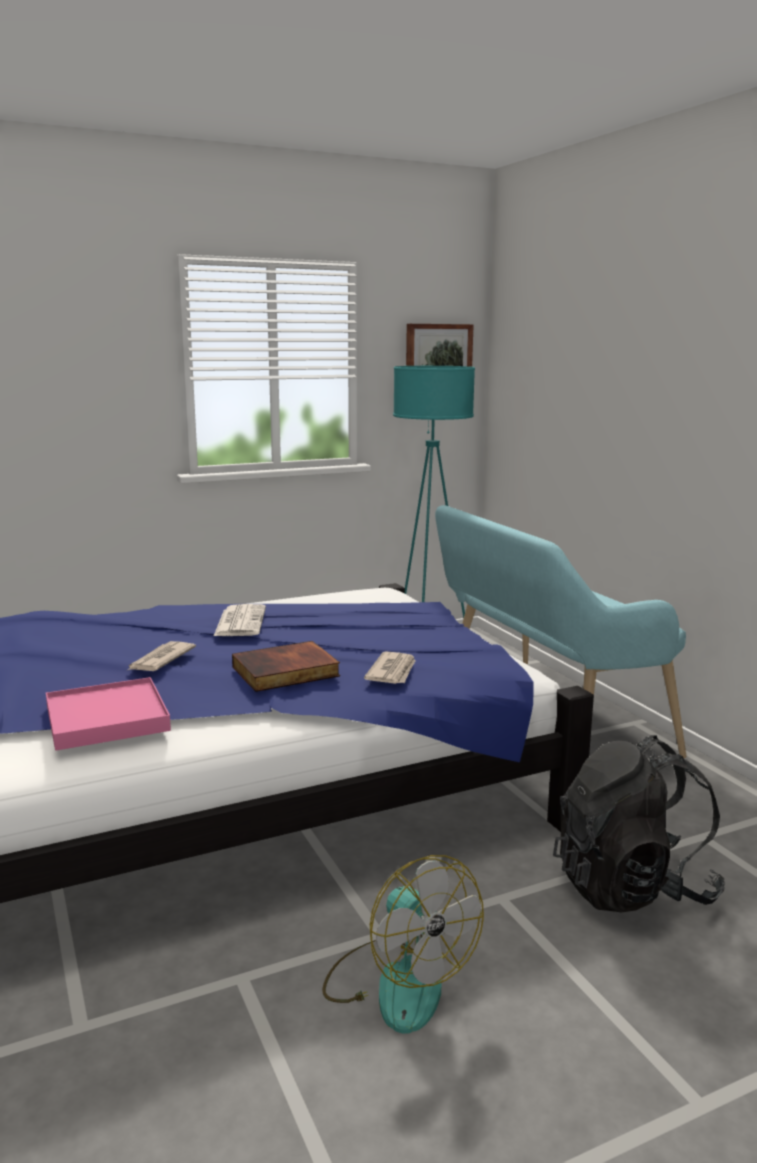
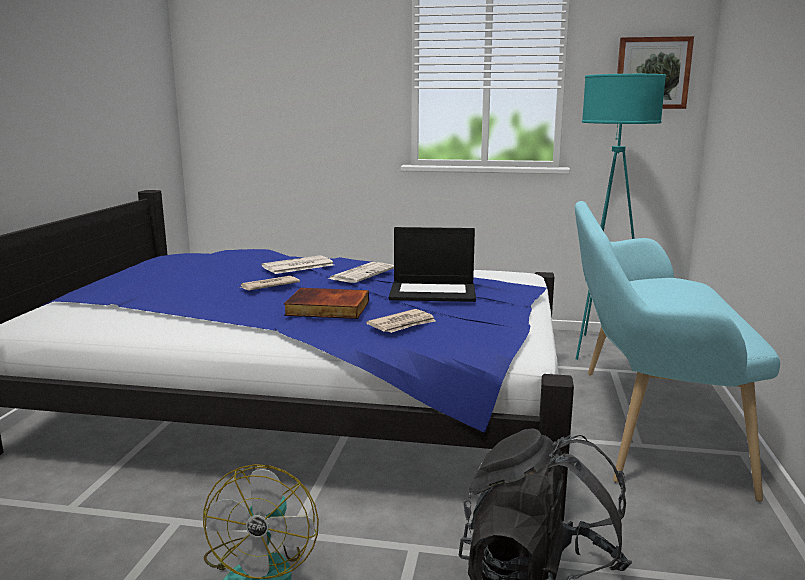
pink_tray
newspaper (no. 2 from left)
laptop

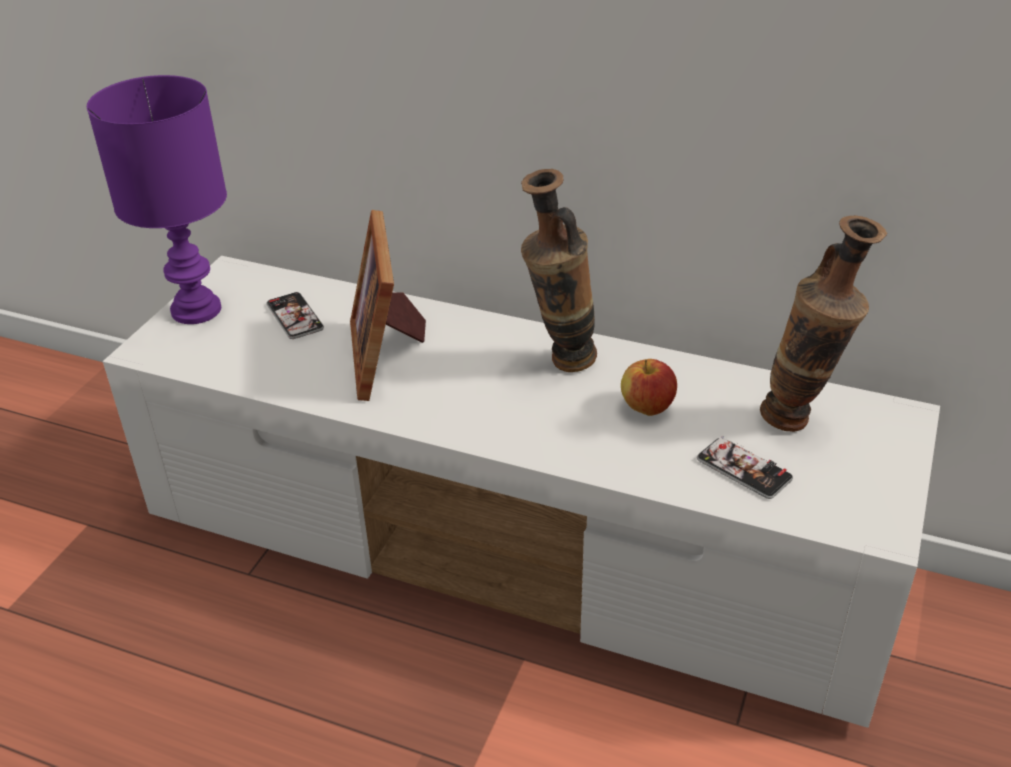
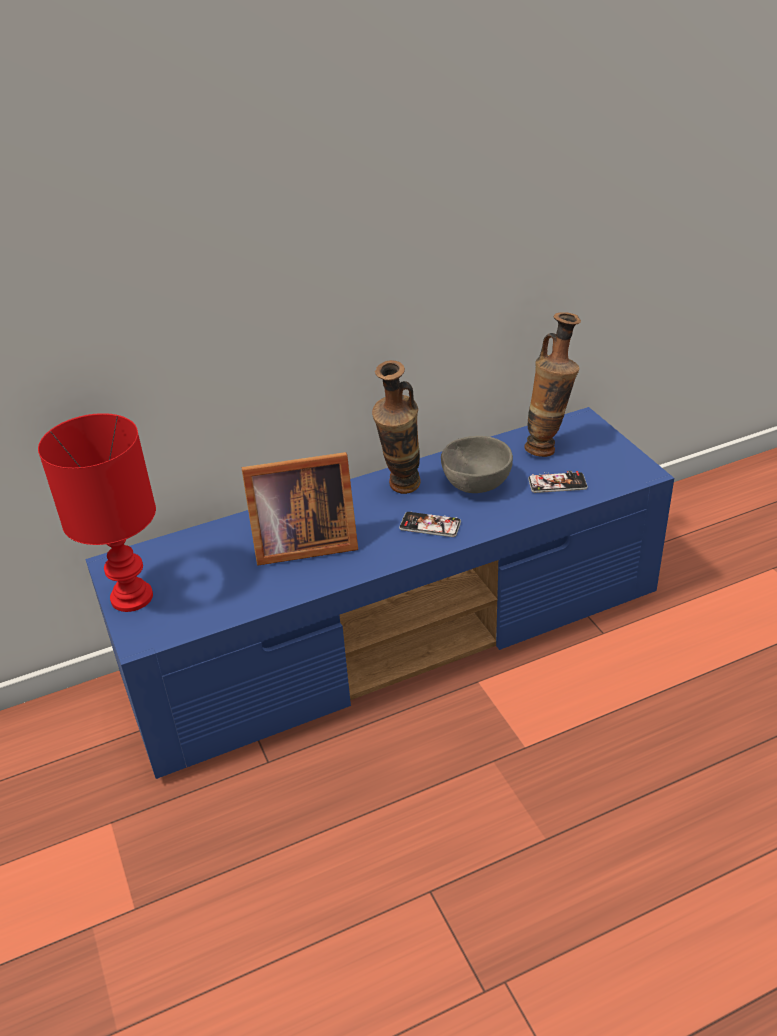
phone (no. 1 from left)
grey_bowl
red_table_lamp
blue_tv_stand
picture_frame

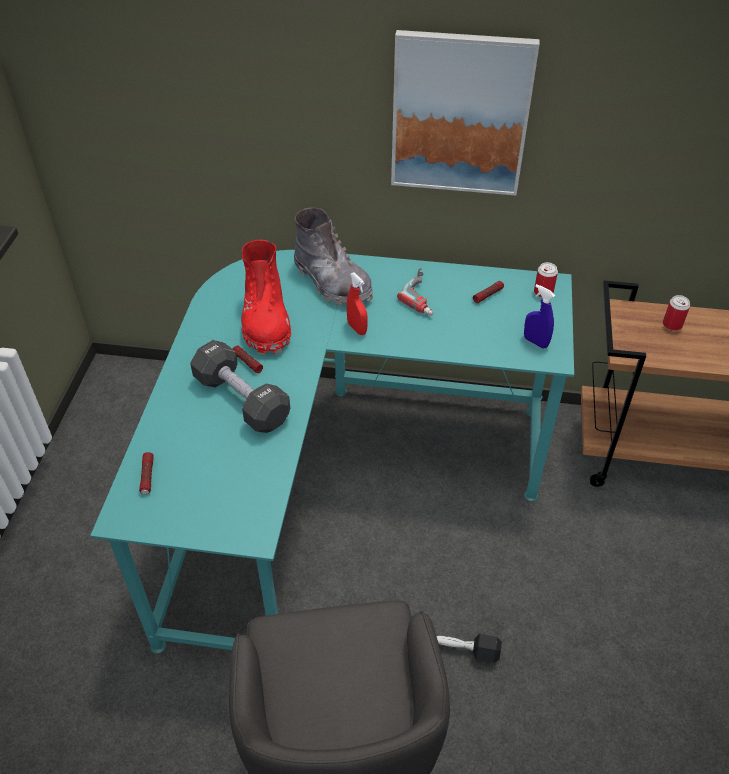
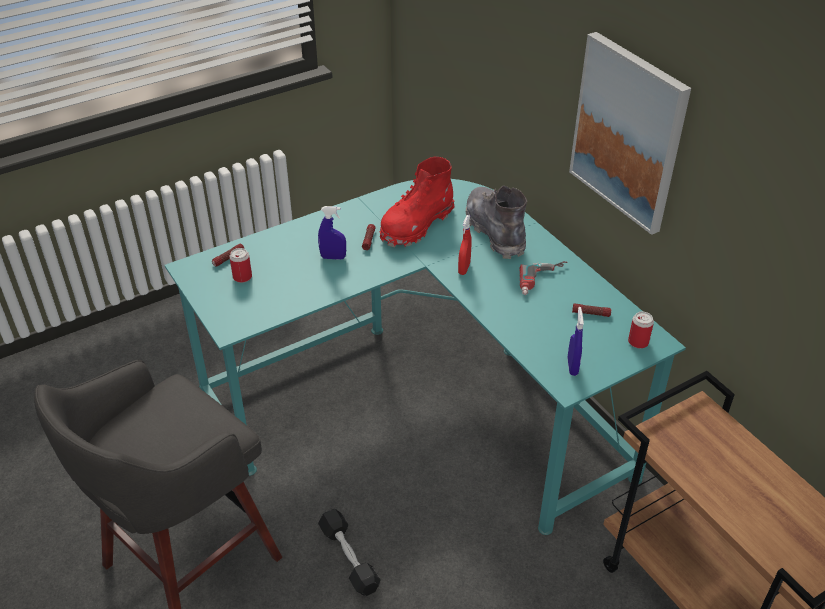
can (no. 1 from left)
blue_spray_bottle (no. 1 from left)
grey_boot

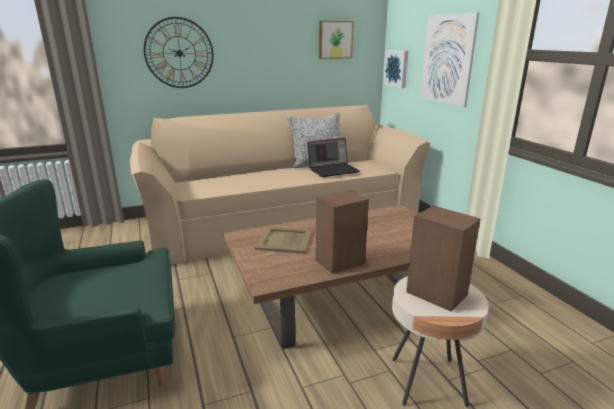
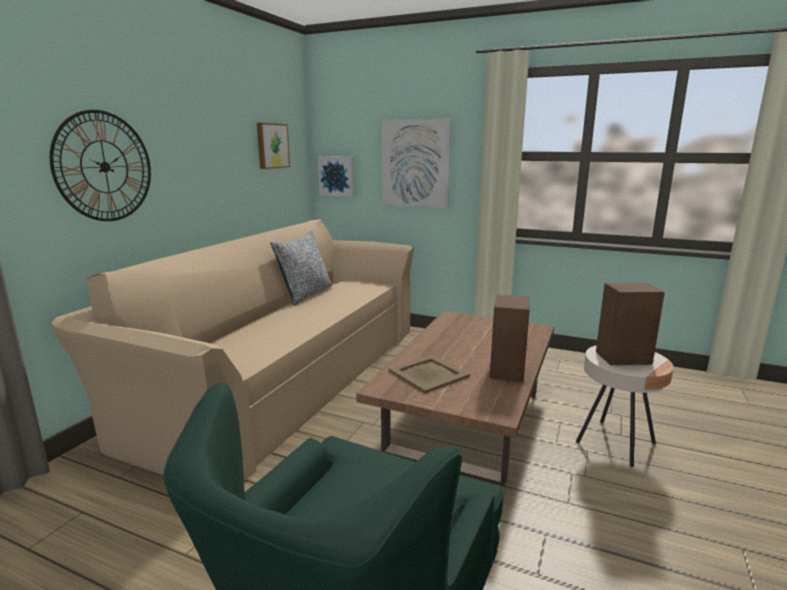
laptop

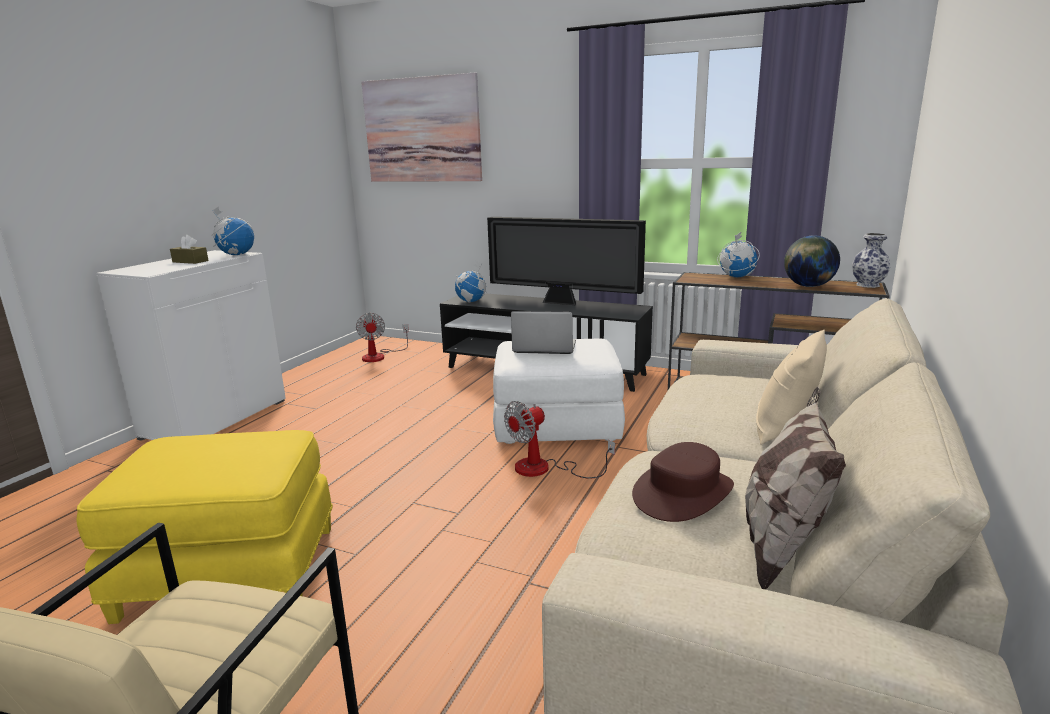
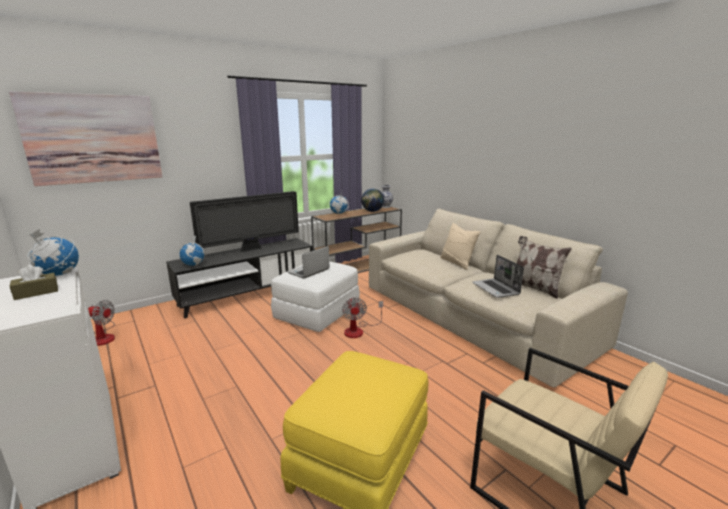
laptop (no. 2 from left)

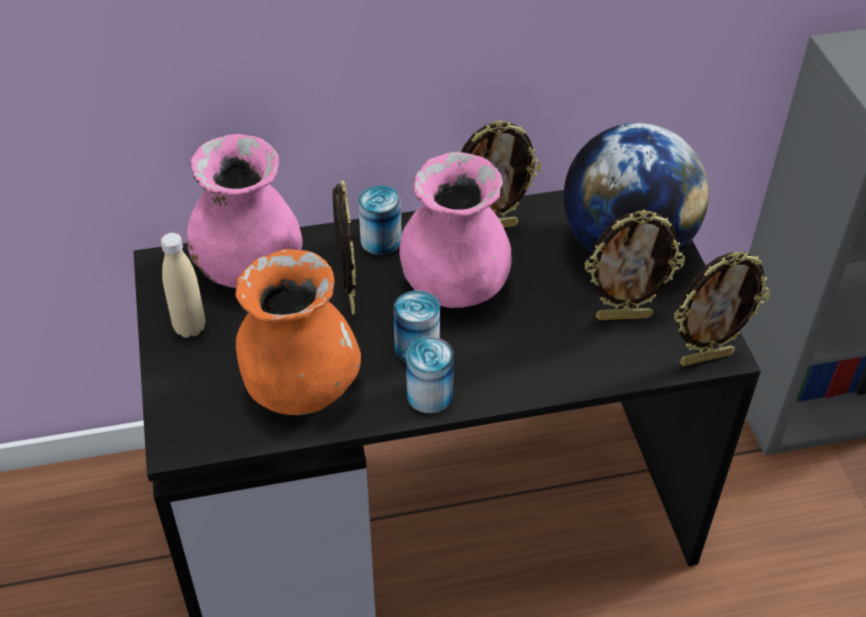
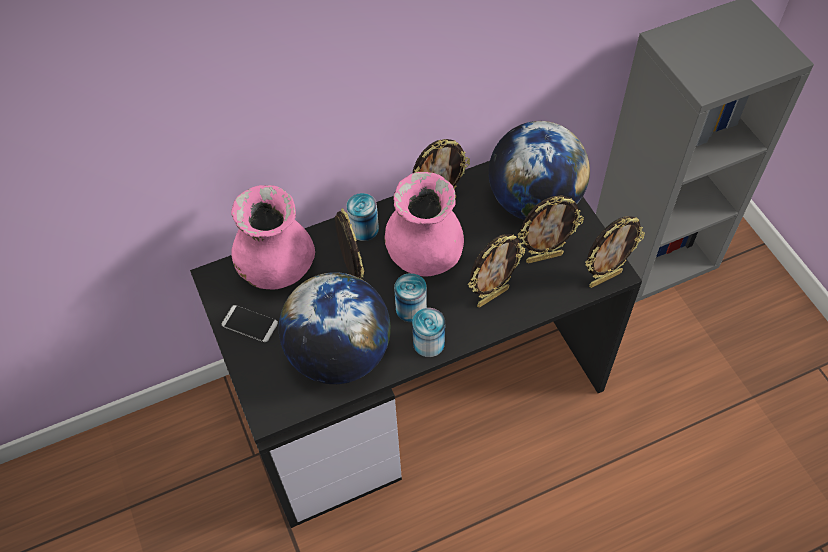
picture_frame (no. 3 from left)
phone
globe (no. 1 from left)

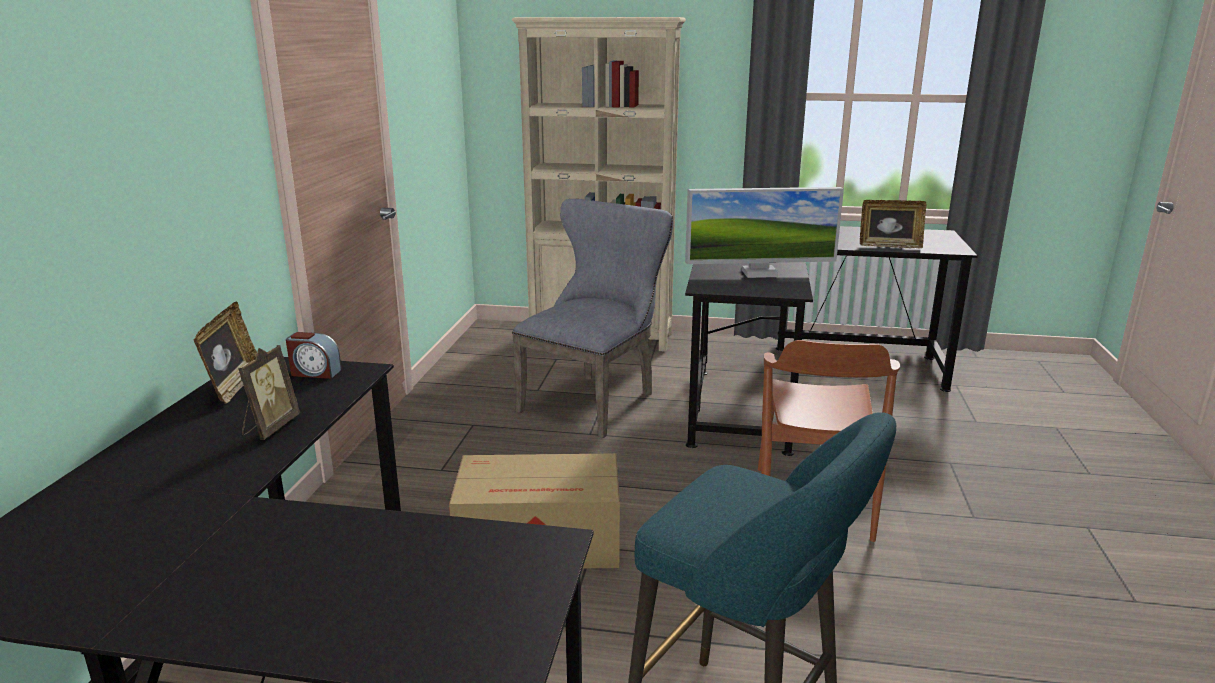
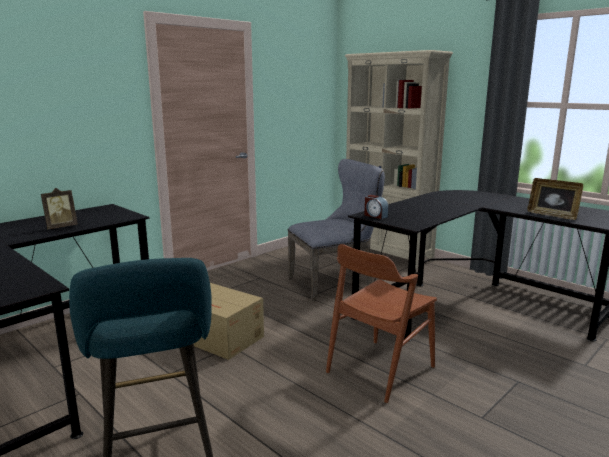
picture_frame (no. 1 from left in the first image)
monitor
alarm_clock

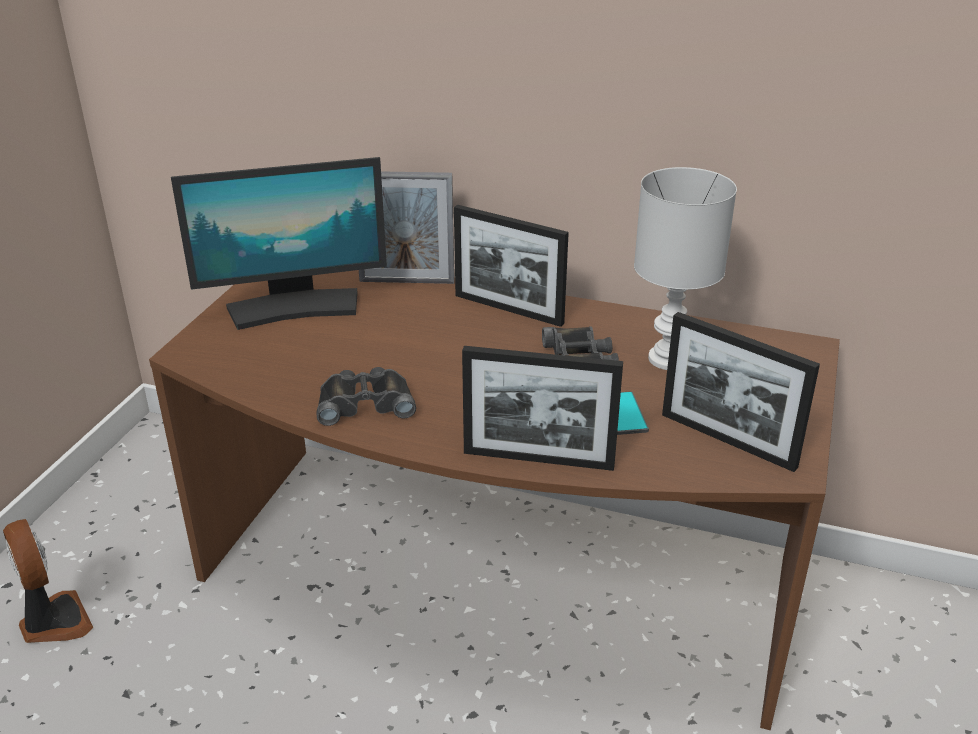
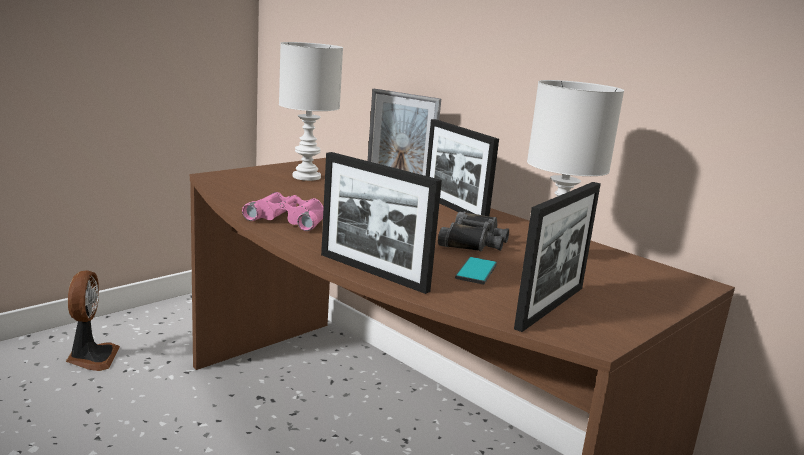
white_table_lamp (no. 1 from left)
pink_binoculars
picture_frame (no. 4 from left)

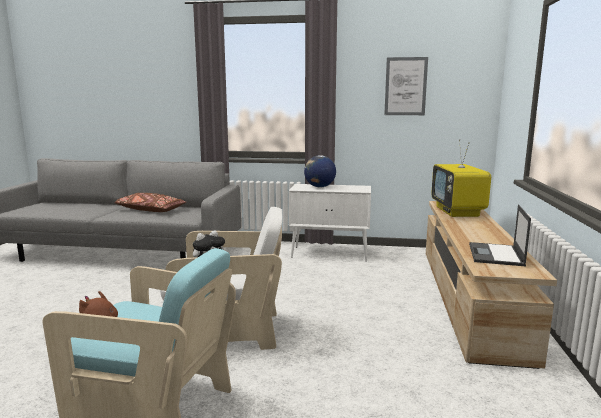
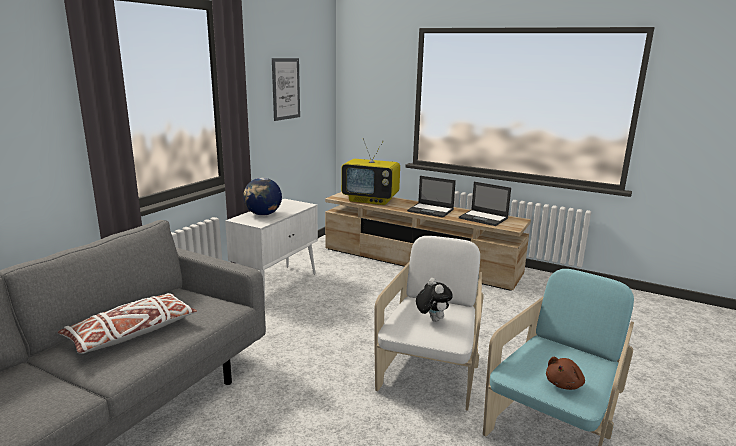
laptop (no. 1 from left)
white_pillow

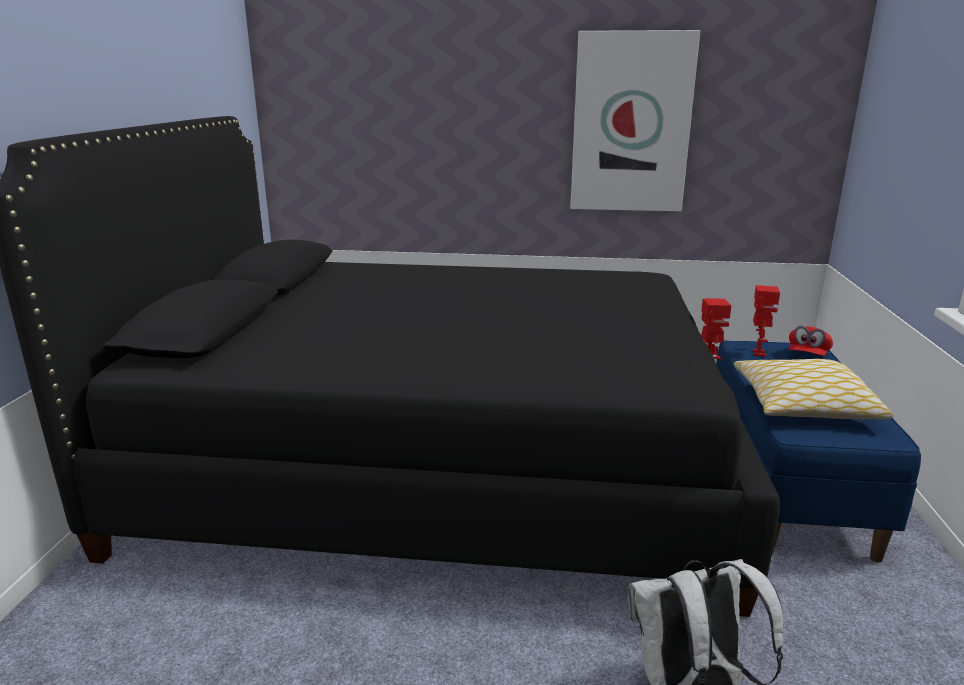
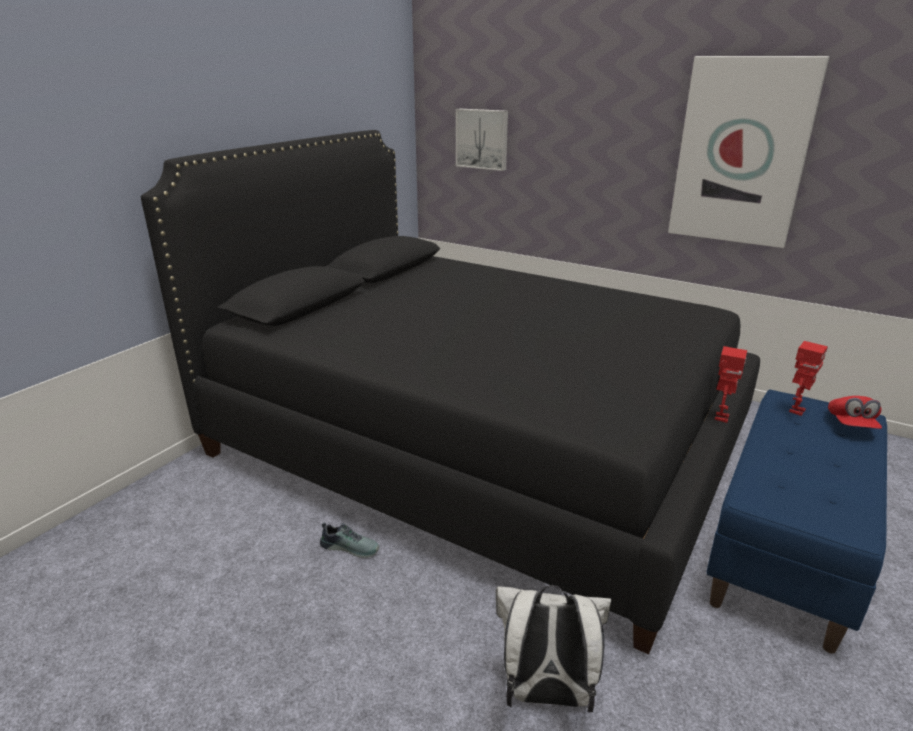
pillow
shoe
picture (no. 1 from left)
red_cap

